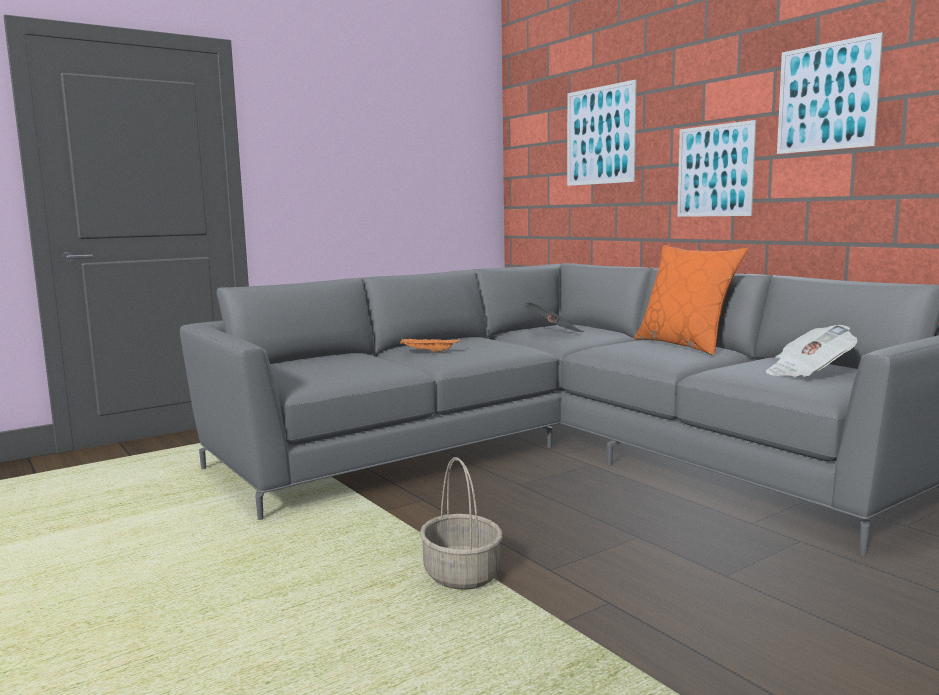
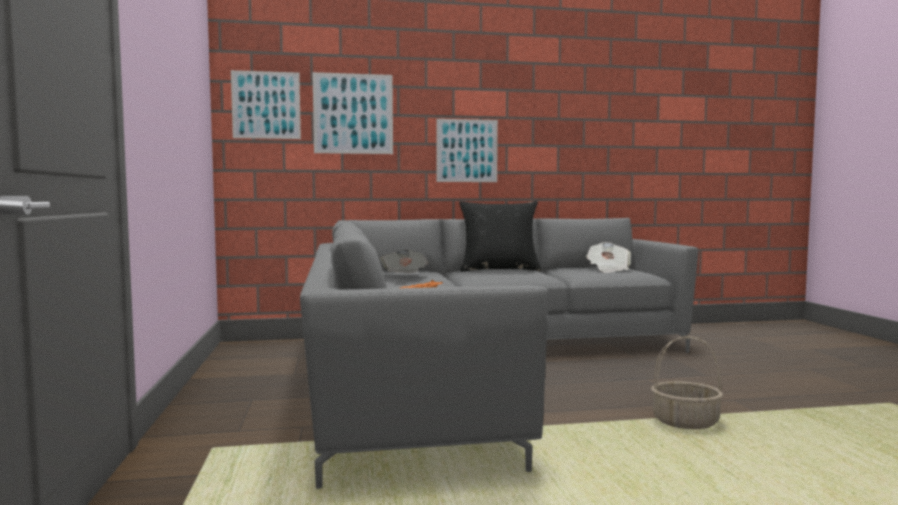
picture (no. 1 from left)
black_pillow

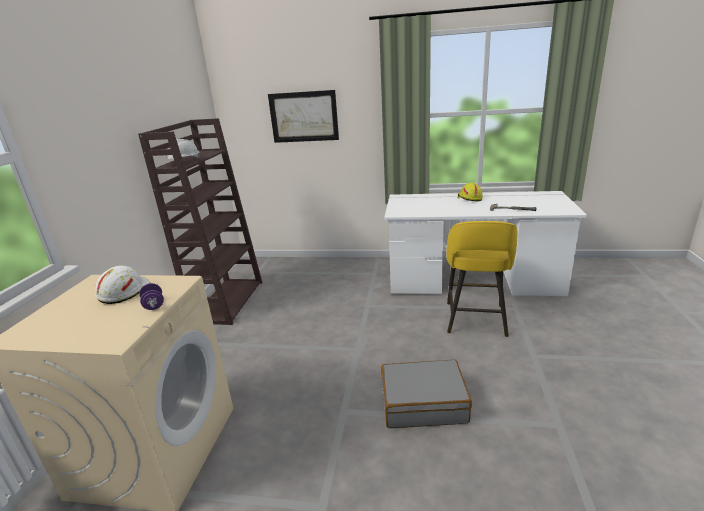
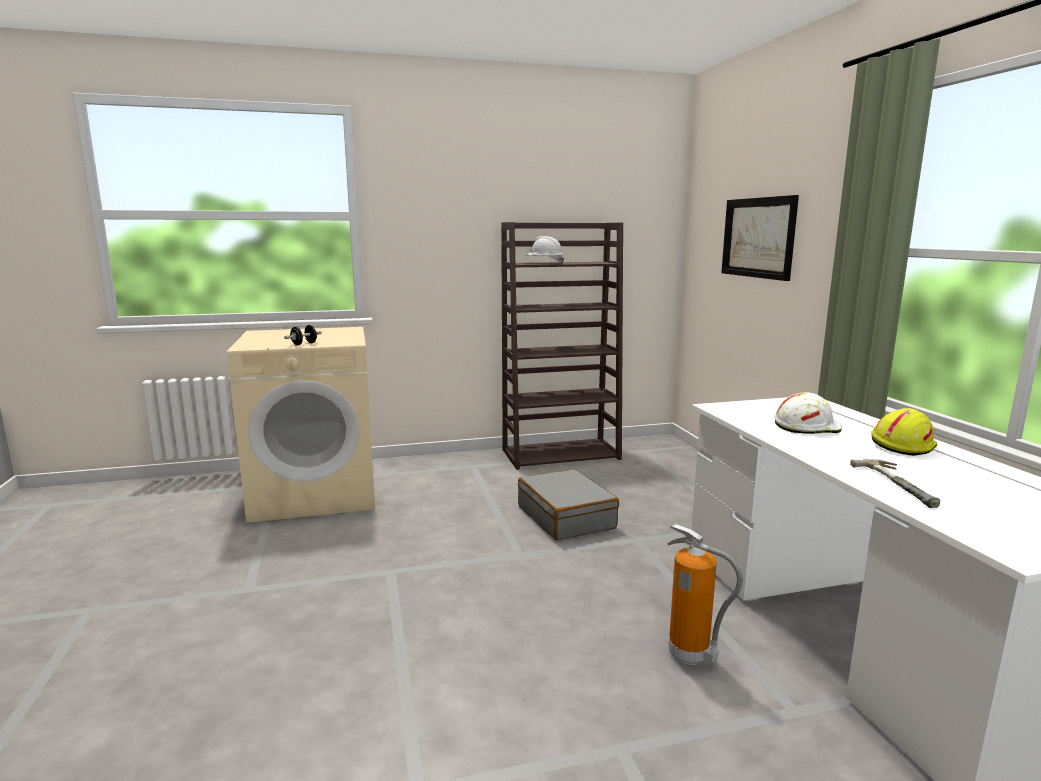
white_hard_hat (no. 2 from left)
grey_suitcase
fire_extinguisher
black_dumbbell

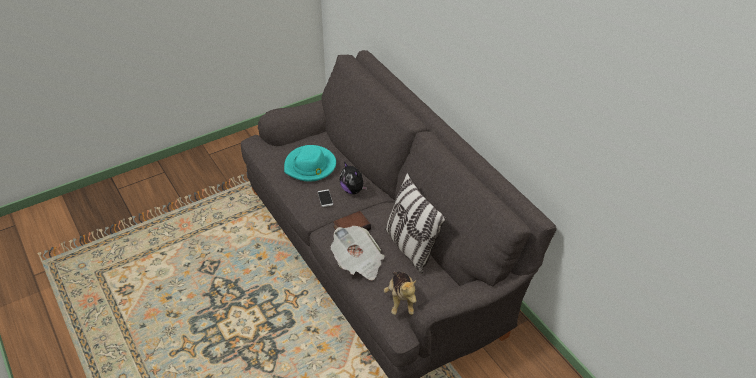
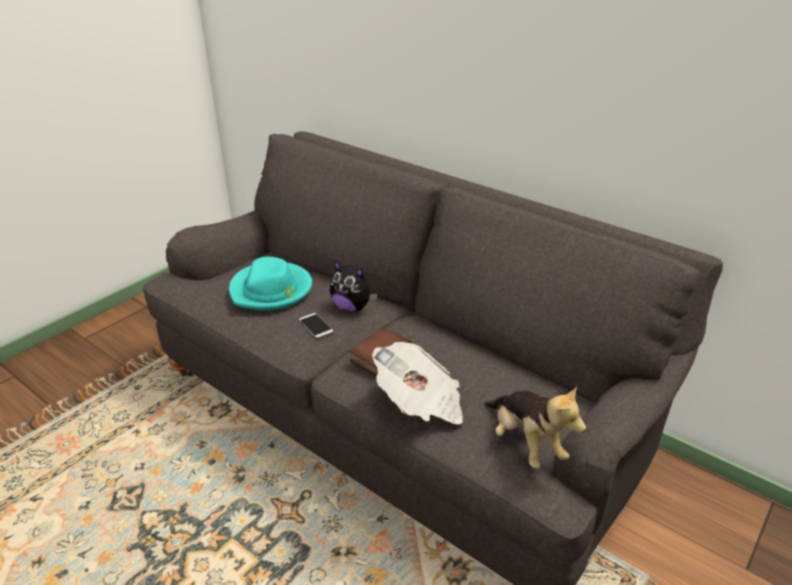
pillow

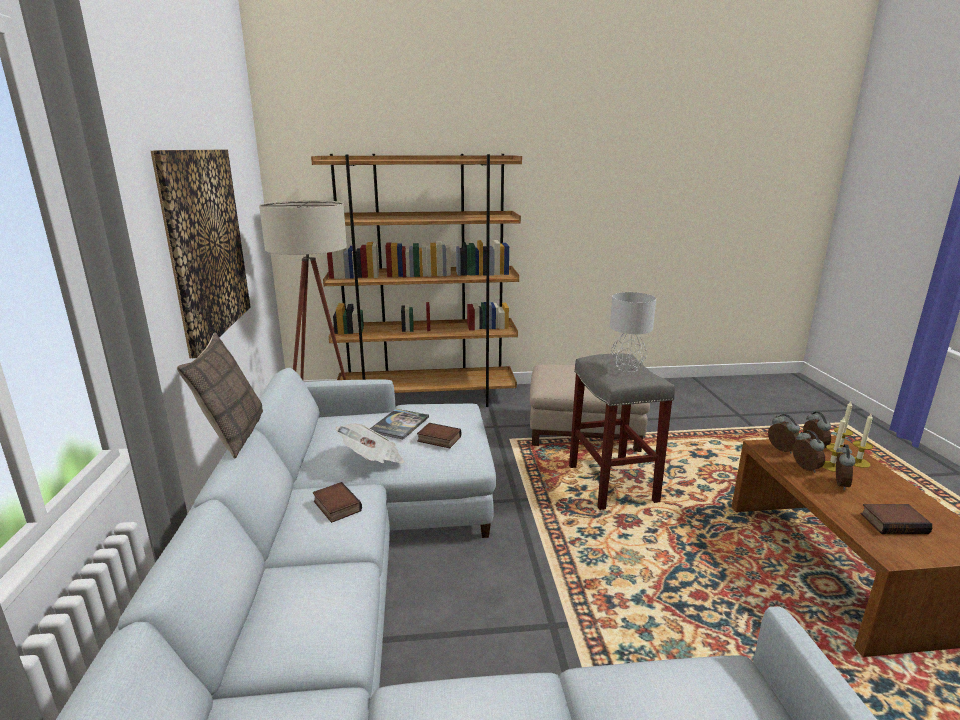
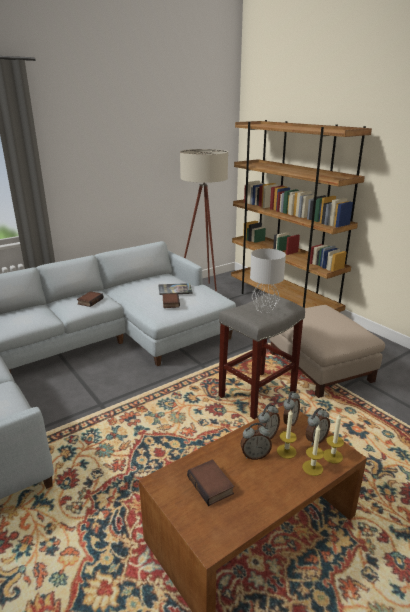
picture
pillow
newspaper

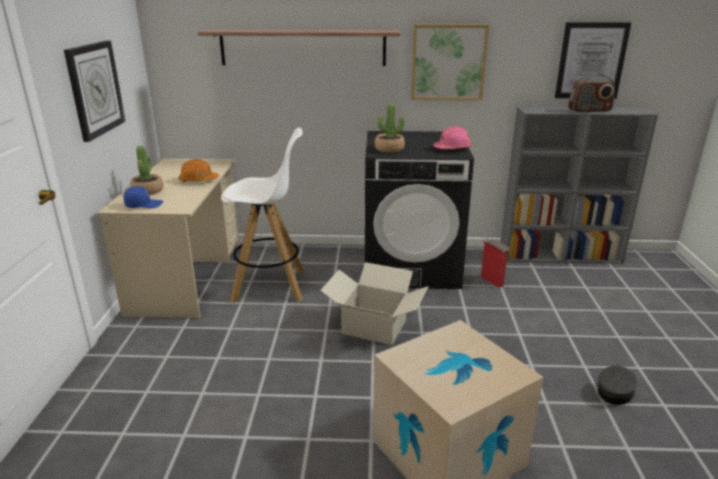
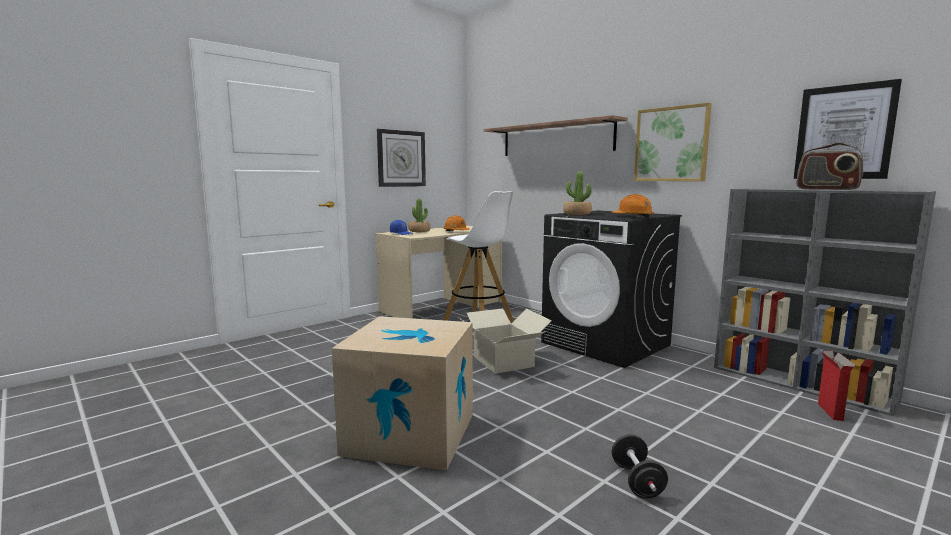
cardboard_box (no. 3 from left)
black_dumbbell
orange_hard_hat (no. 2 from left)

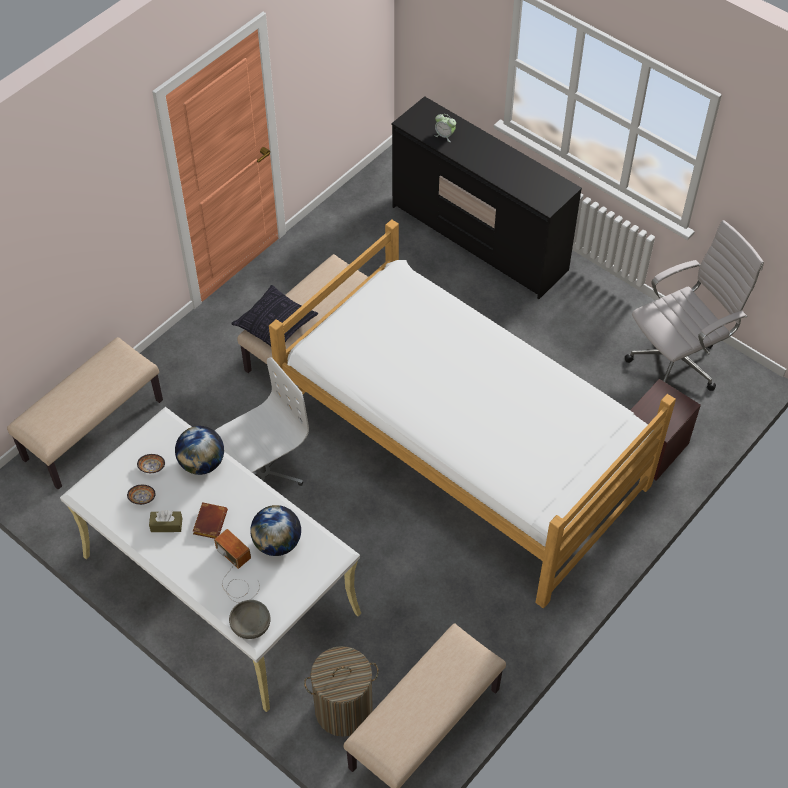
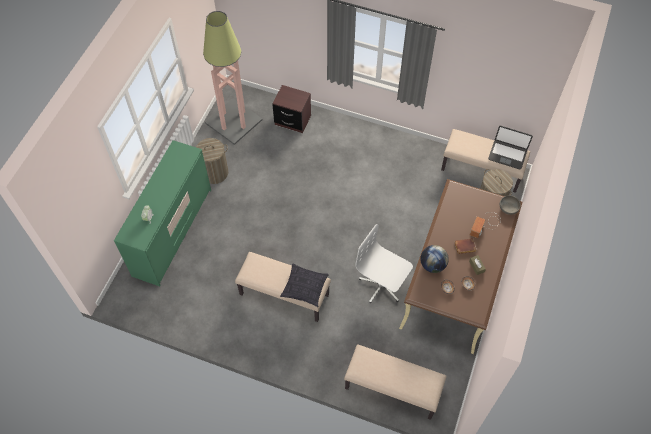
globe (no. 2 from left in the first image)
bed
laundry_basket (no. 1 from left)
laptop
floor_lamp
brown_desk
green_dresser

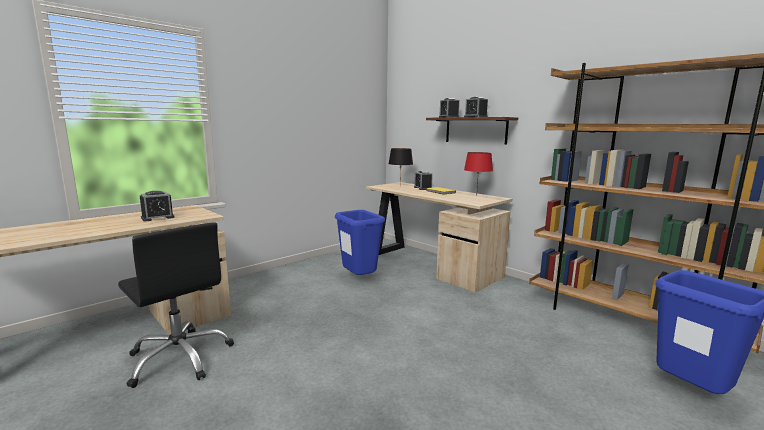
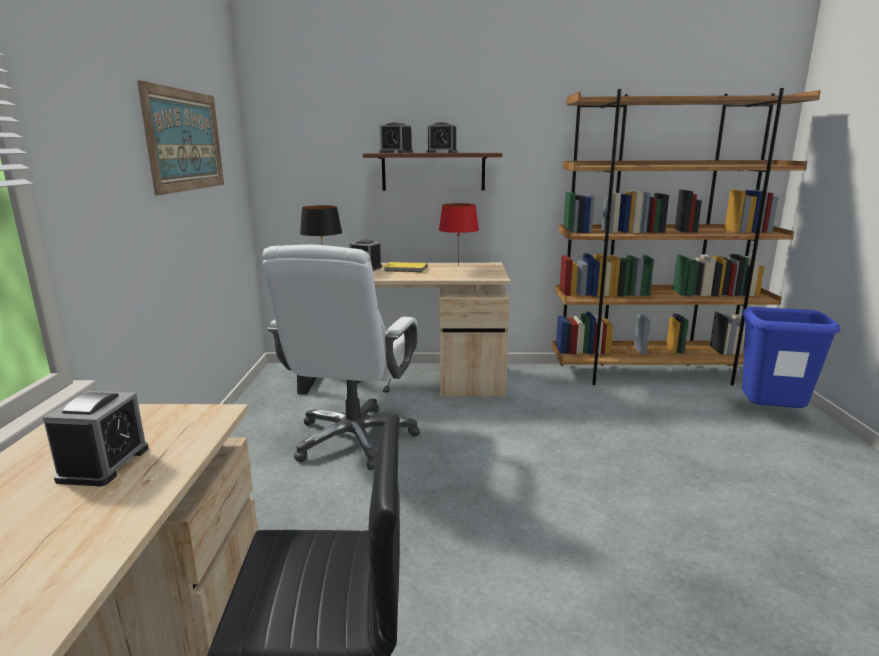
picture
white_office_chair

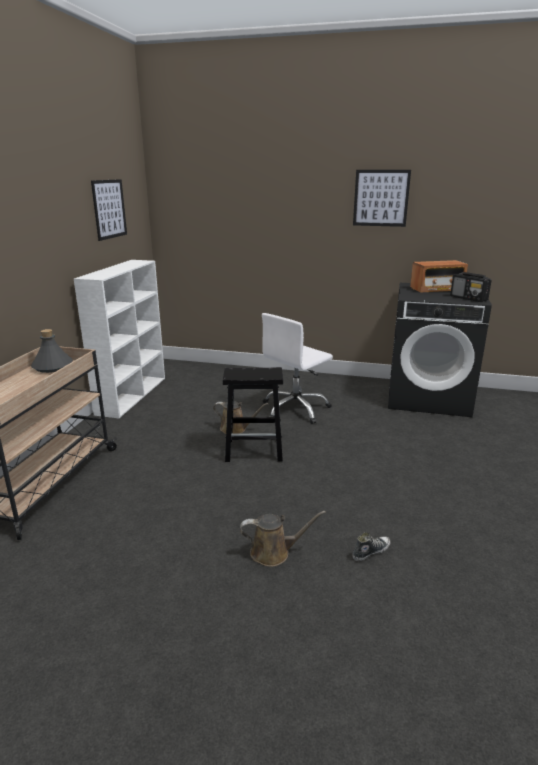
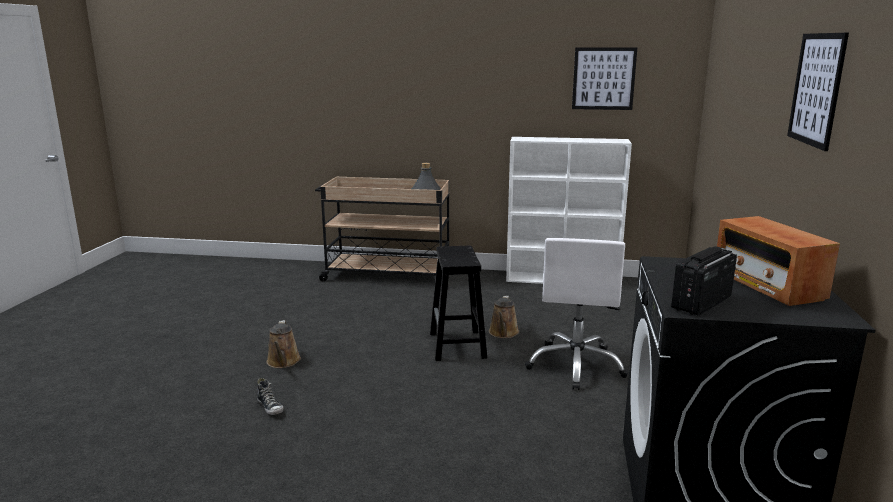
white_office_chair

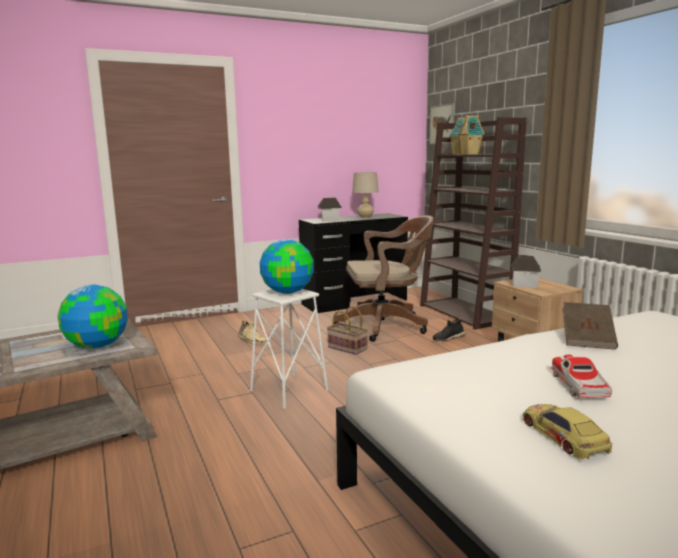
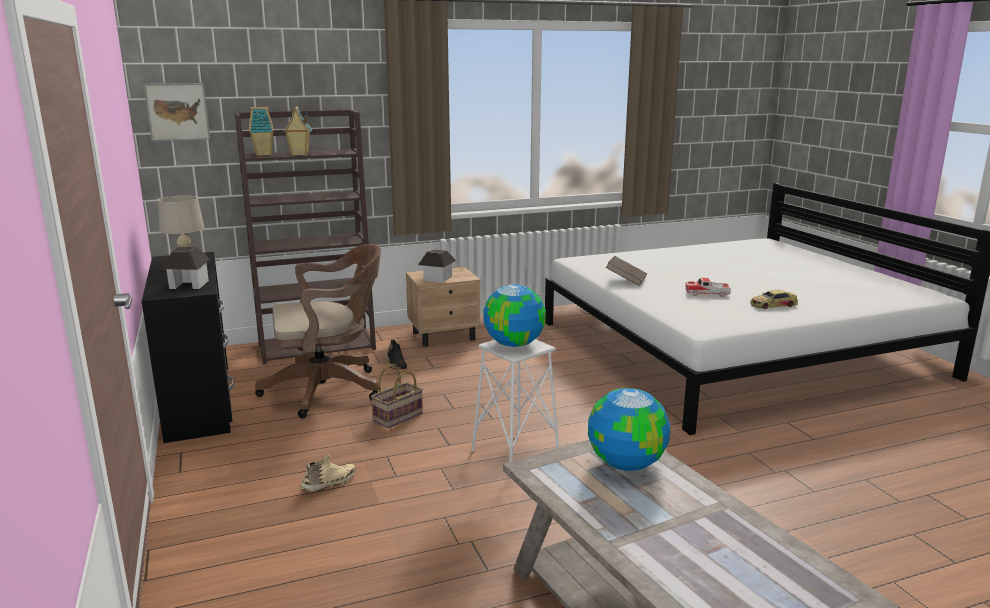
brown_office_chair

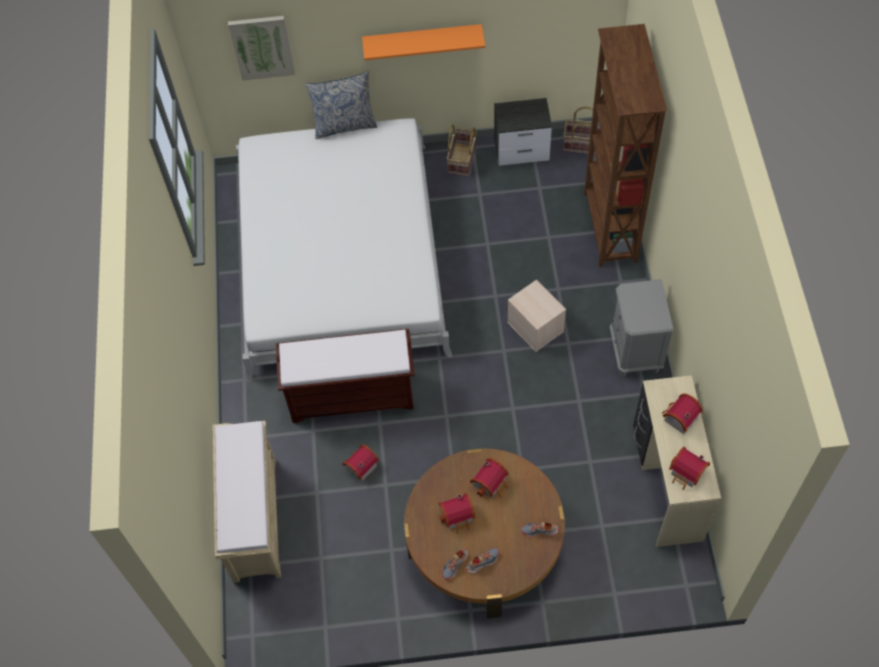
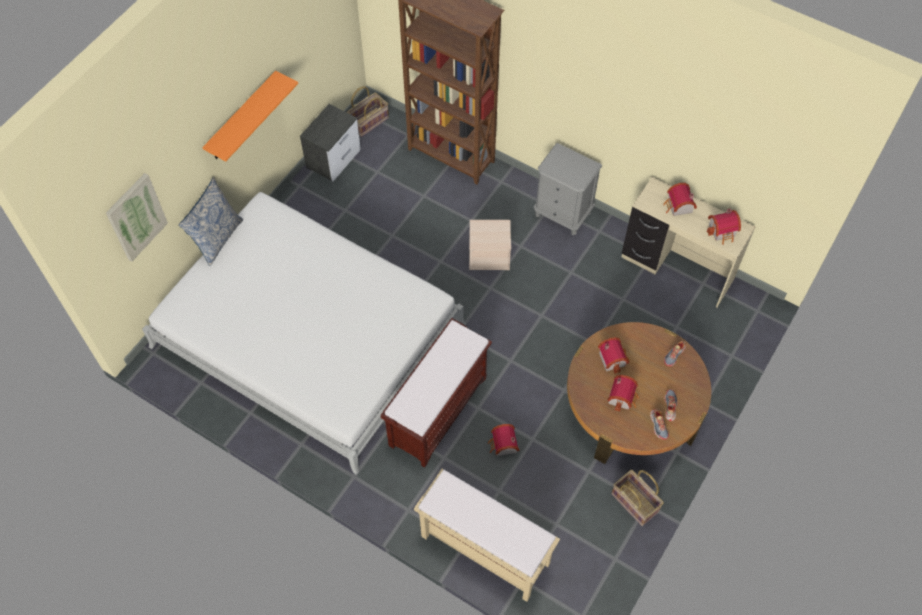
basket (no. 2 from left)

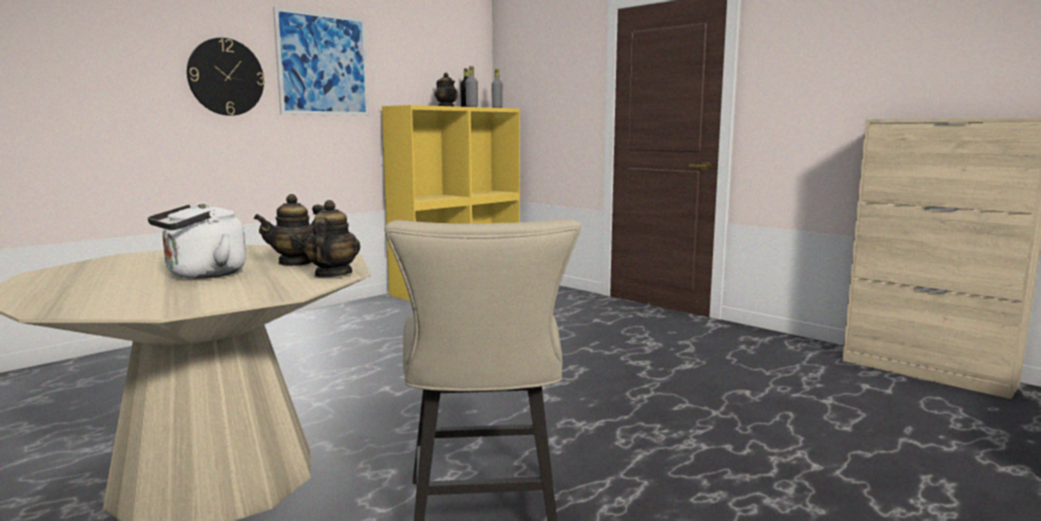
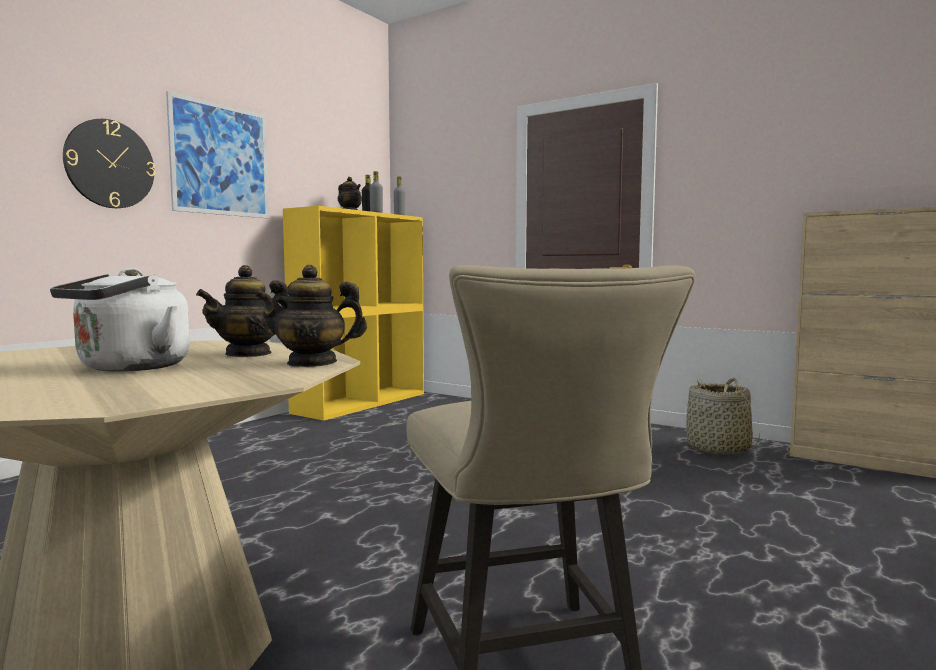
basket
teapot (no. 2 from left)

